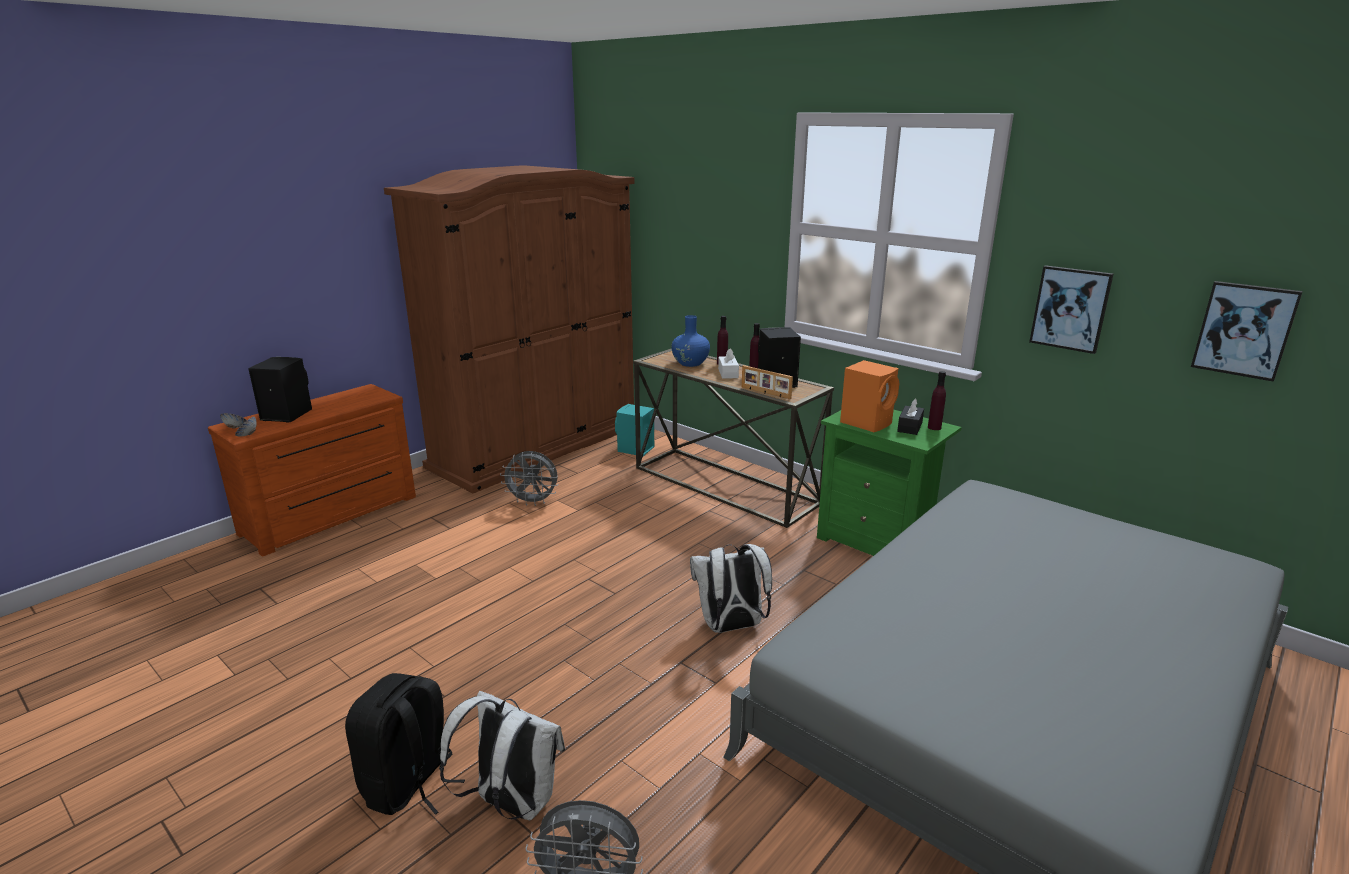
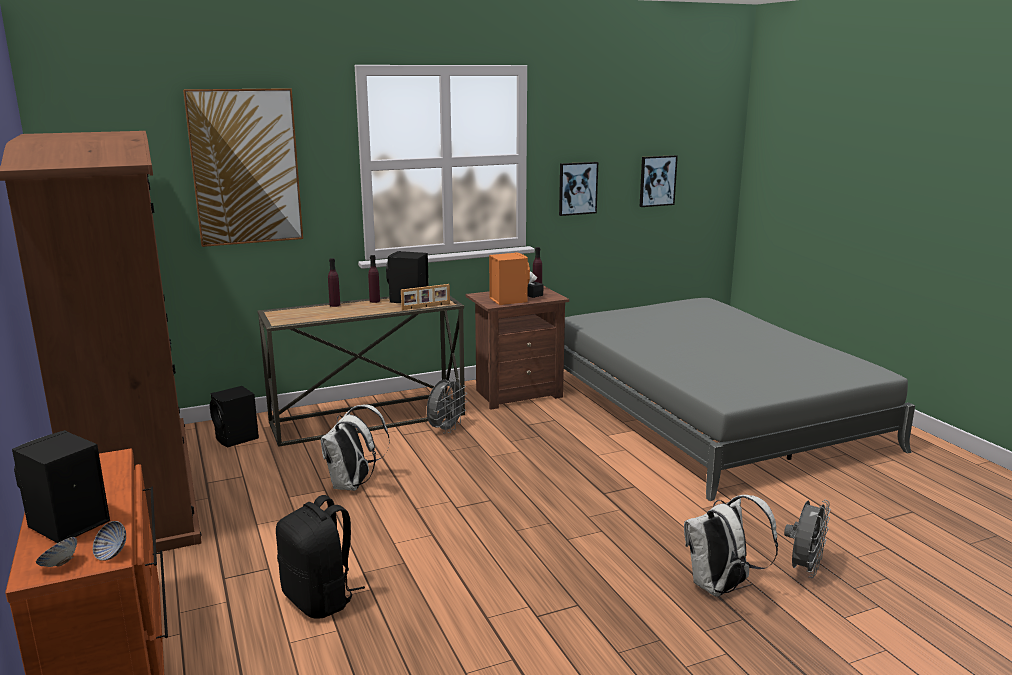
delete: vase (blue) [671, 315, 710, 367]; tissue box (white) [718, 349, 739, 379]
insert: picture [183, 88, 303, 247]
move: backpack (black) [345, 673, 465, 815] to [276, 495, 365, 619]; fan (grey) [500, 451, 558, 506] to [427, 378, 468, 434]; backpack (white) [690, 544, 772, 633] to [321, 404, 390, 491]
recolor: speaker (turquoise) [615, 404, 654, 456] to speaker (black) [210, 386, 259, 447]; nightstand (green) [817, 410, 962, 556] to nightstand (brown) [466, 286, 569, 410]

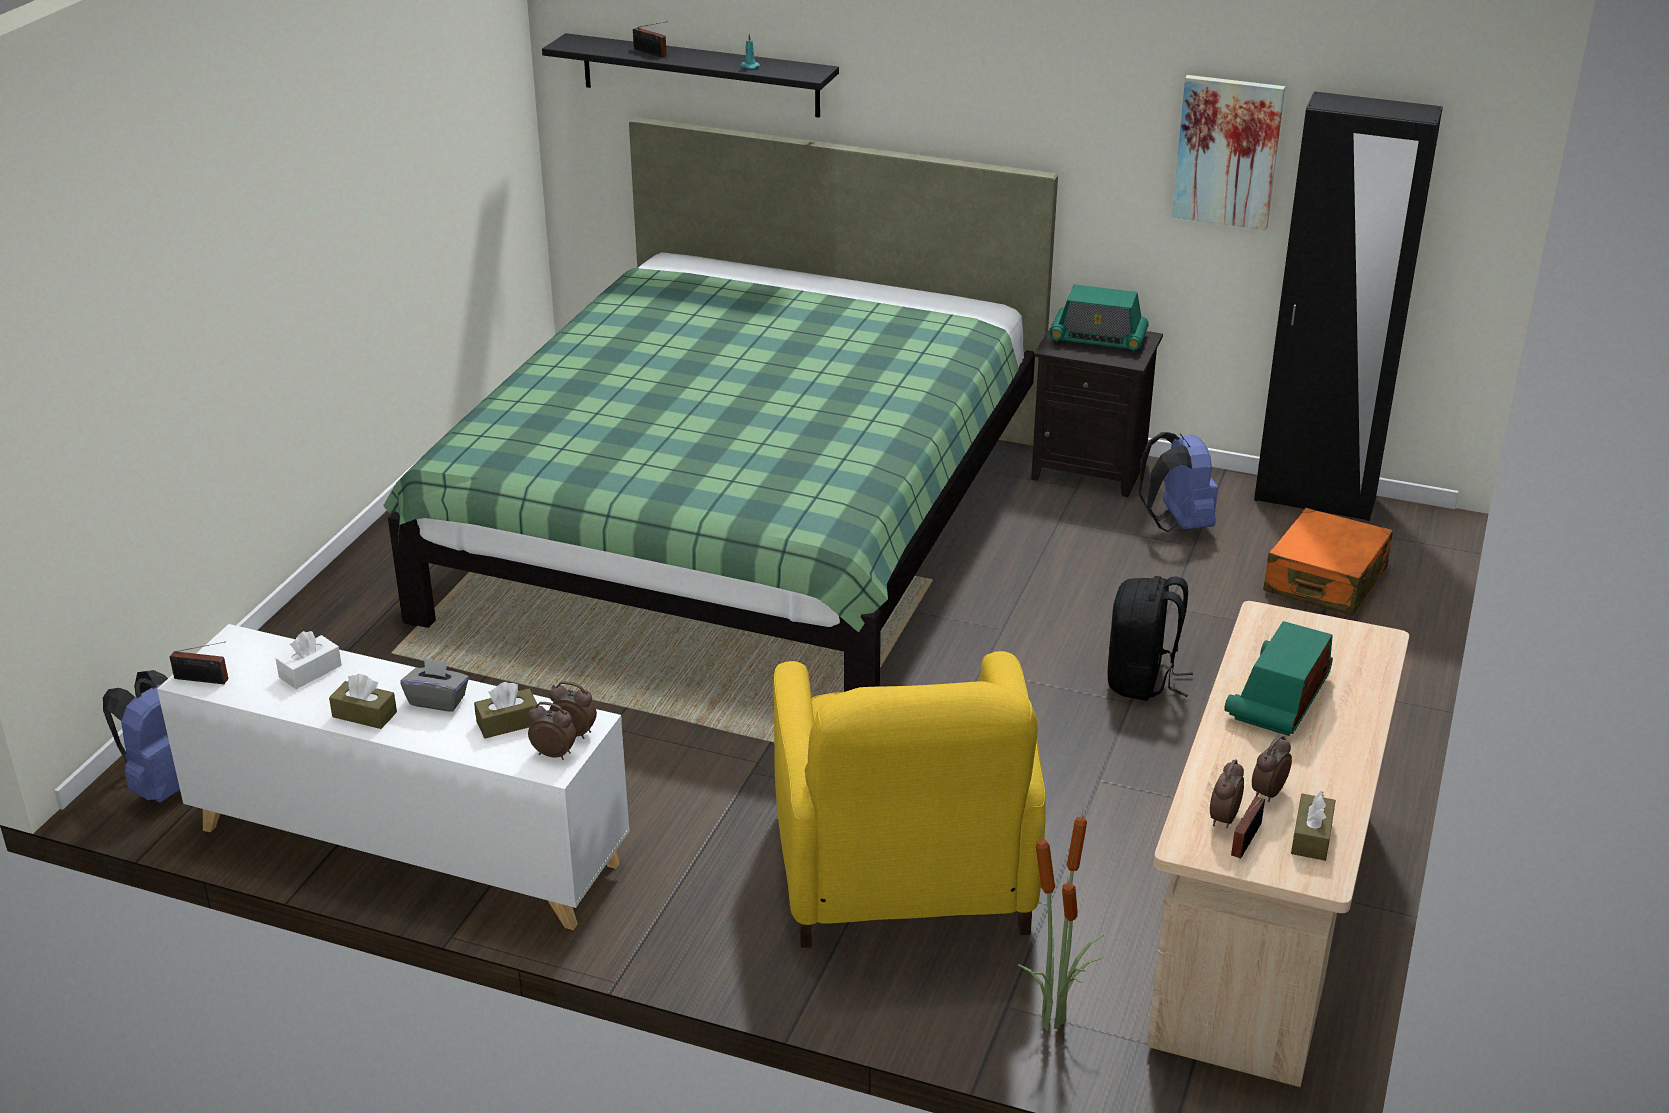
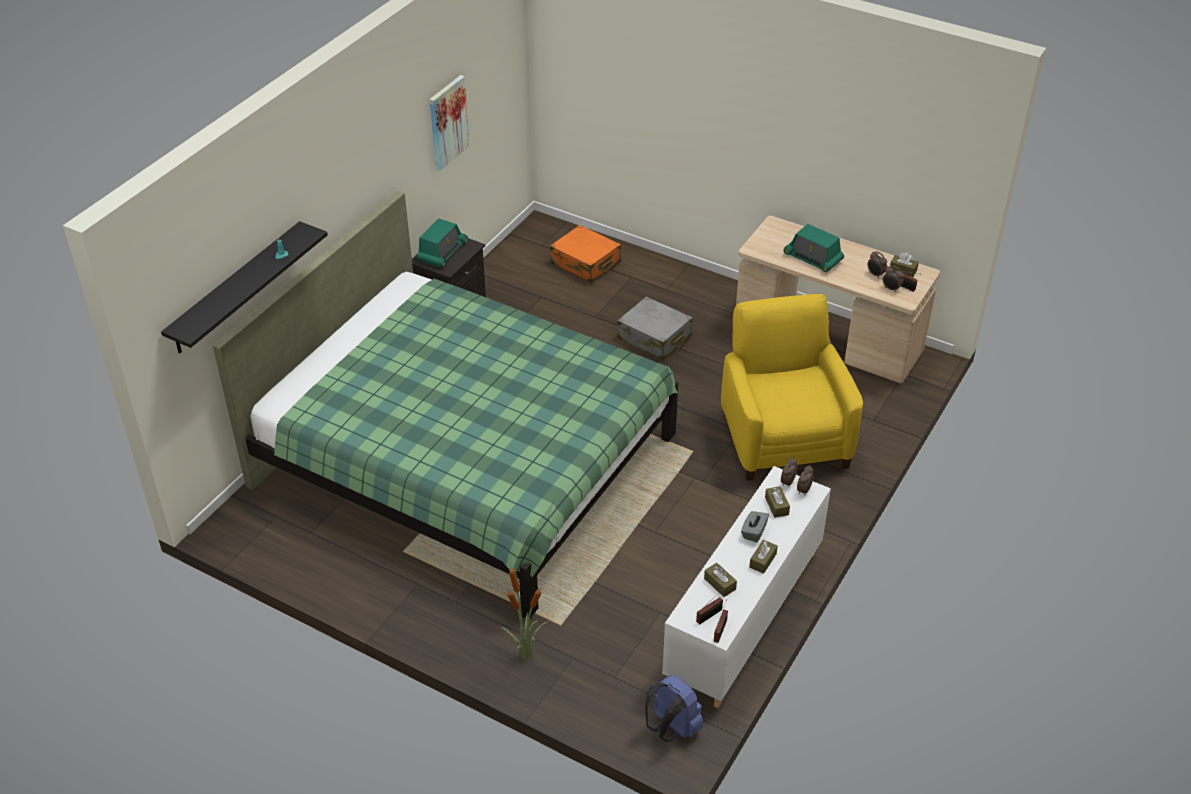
delete: backpack (blue) [1139, 432, 1218, 532]; wardrobe (black) [1254, 91, 1443, 521]
move: radio [633, 21, 667, 58] to [696, 592, 723, 625]; potted plant [1018, 805, 1104, 1031] to [500, 565, 549, 660]
replace: backpack (black) [1107, 576, 1193, 701] to suitcase (grey) [617, 296, 693, 360]
recolor: tissue box (white) [276, 631, 342, 689] to tissue box (brown) [704, 563, 737, 597]
rotate: armchair (yellow) [773, 651, 1046, 948] = [721, 294, 863, 481] 105 degrees counterclockwise

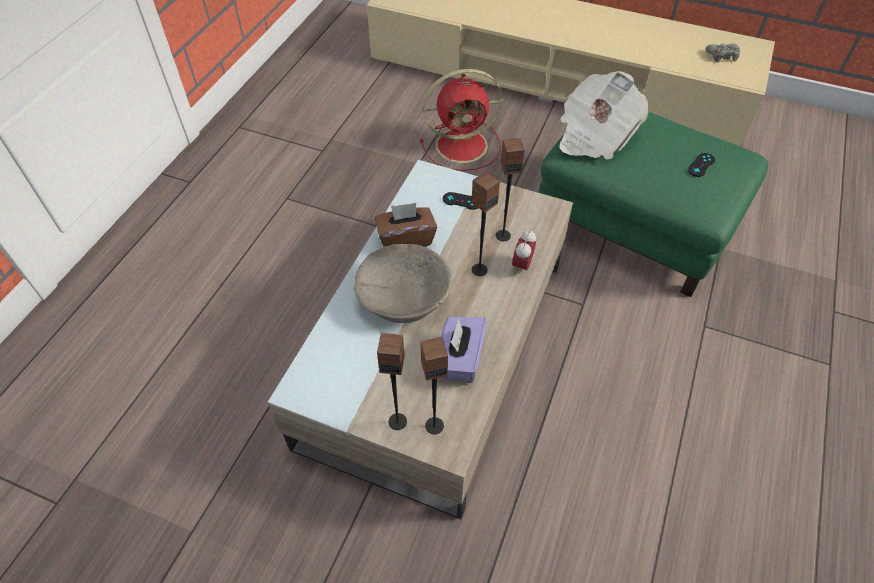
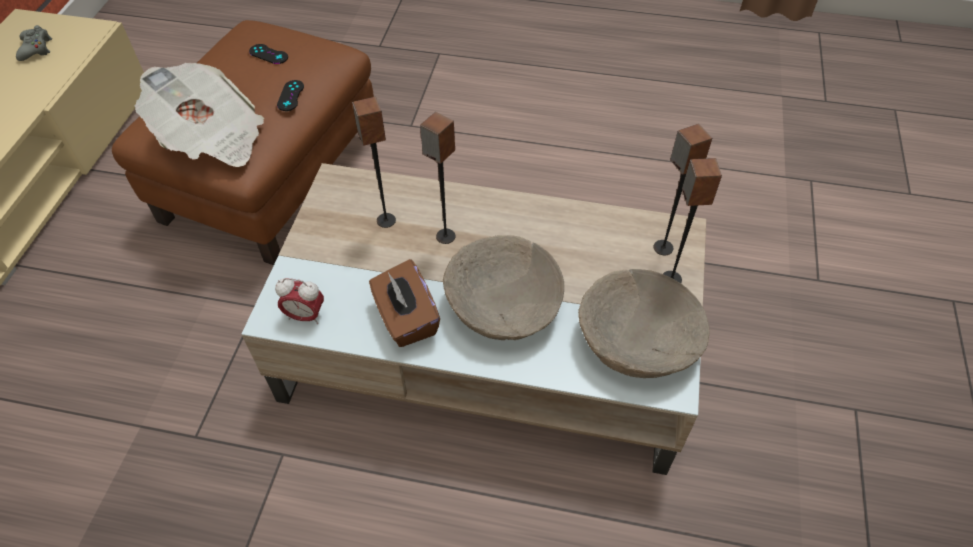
delete: fan (red) [420, 69, 503, 171]; tissue box (purple) [441, 317, 486, 383]
insert: bowl (beige) [578, 269, 709, 378]
move: game controller (black) [443, 192, 478, 210] to [277, 80, 304, 111]; alarm clock [512, 230, 536, 273] to [275, 278, 324, 324]
recolor: ottoman (green) [539, 112, 768, 297] to ottoman (brown) [112, 20, 374, 265]

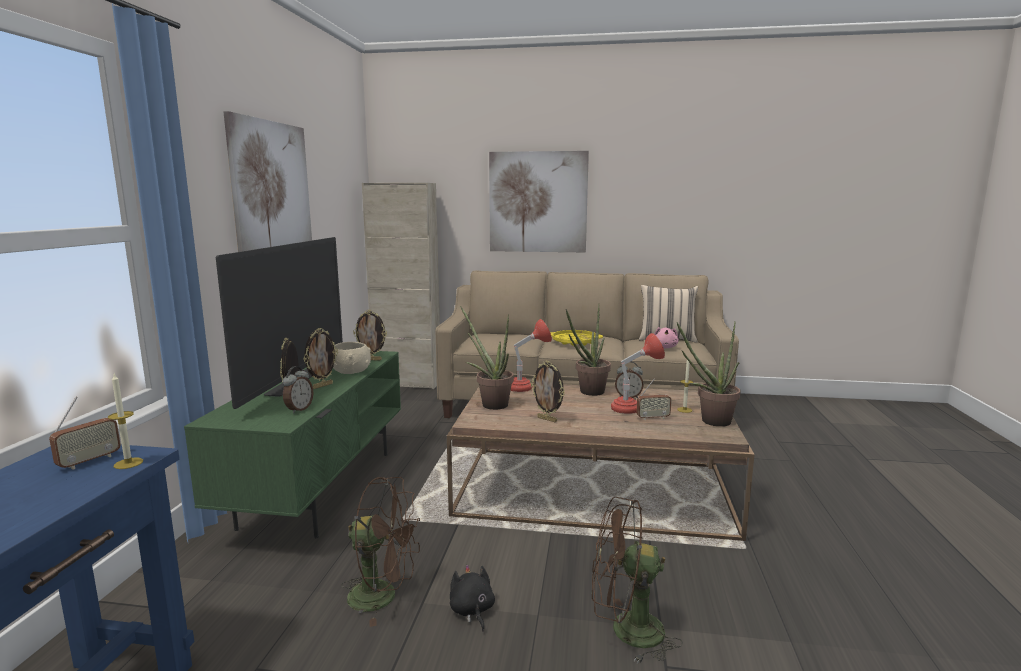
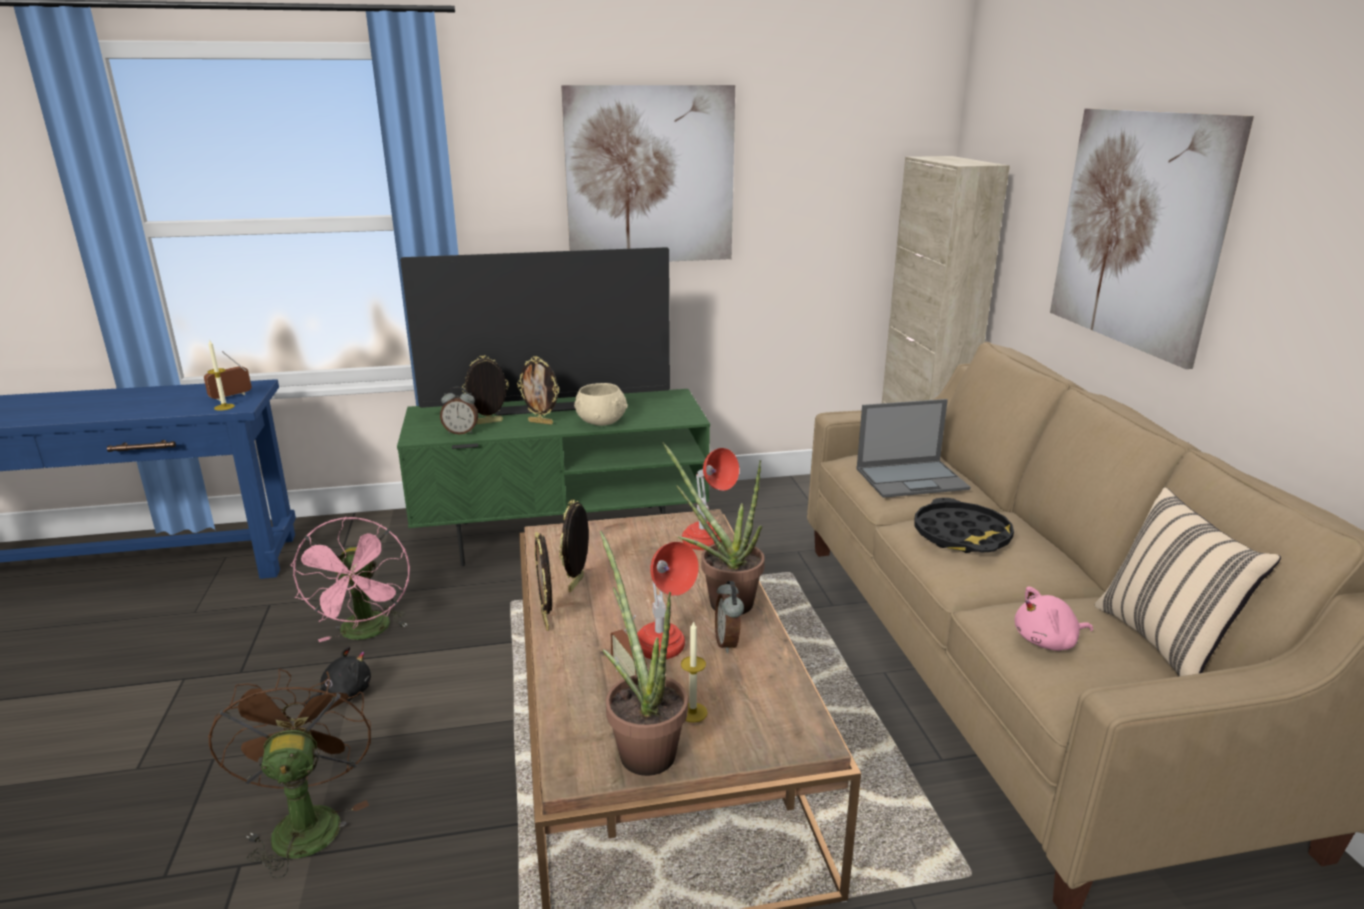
delete: potted plant [460, 306, 514, 410]
insert: laptop [856, 399, 971, 498]
move: picture frame [353, 310, 387, 360] to [535, 532, 552, 631]
recolor: fan (brown) [341, 477, 420, 627] to fan (pink) [290, 517, 410, 642]; tray (yellow) [550, 330, 603, 346] to tray (black) [914, 498, 1014, 553]
rotate: radio [49, 397, 121, 470] = [204, 351, 252, 401] 120 degrees clockwise

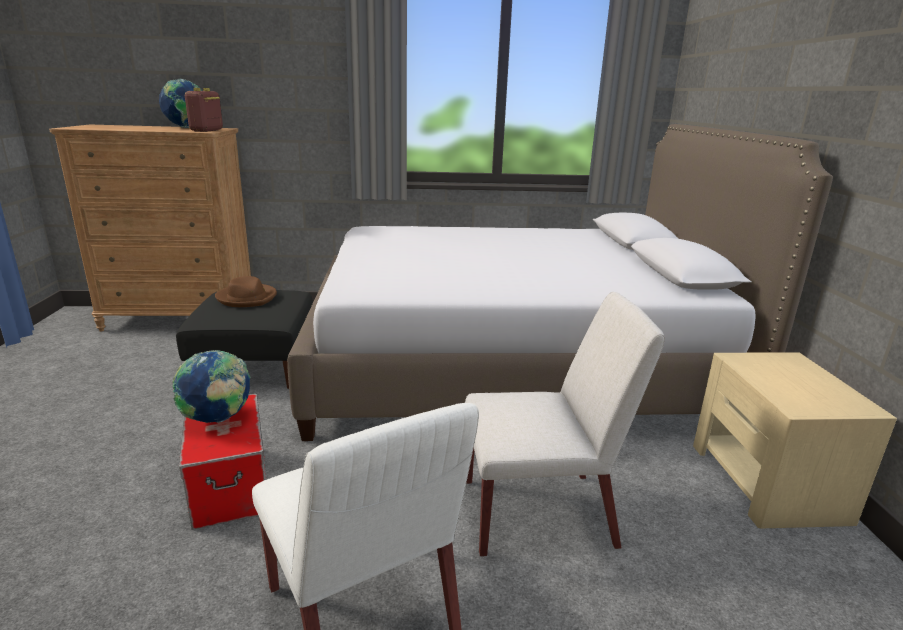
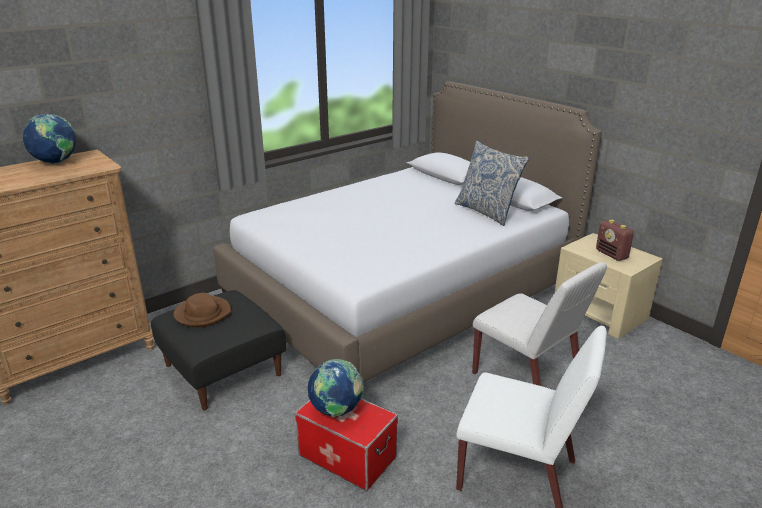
insert: pillow [455, 141, 529, 226]
move: radio [185, 88, 223, 132] to [596, 220, 634, 261]
rotate: chair (white) [465, 292, 665, 557] = [472, 262, 607, 386] 90 degrees clockwise

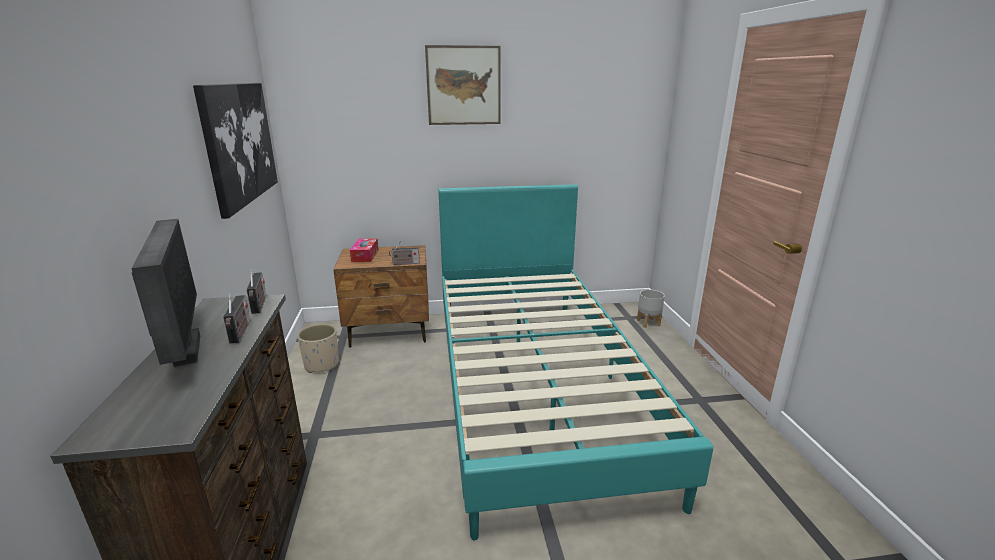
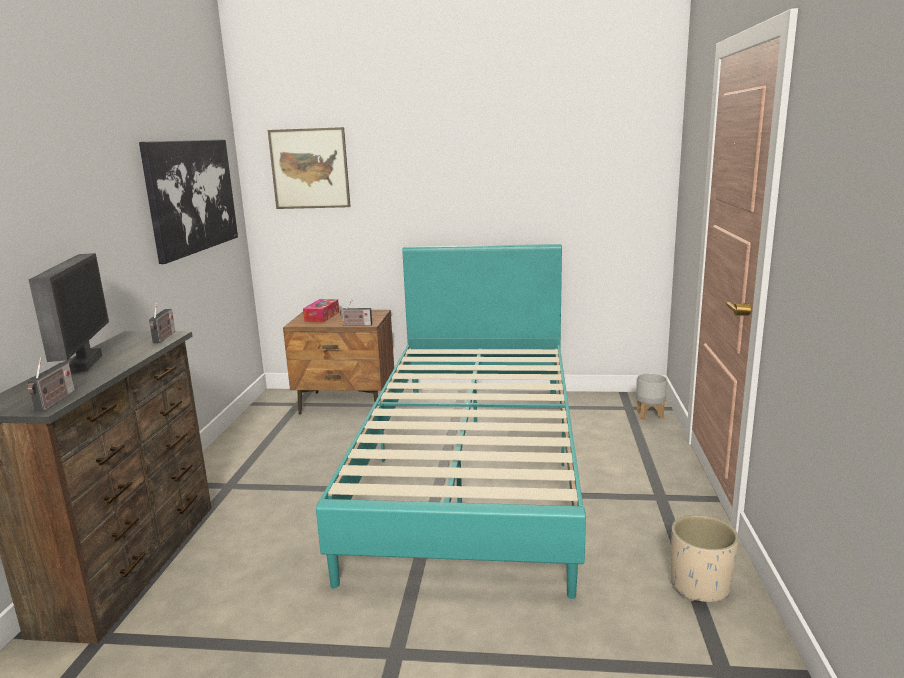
move: radio [223, 293, 250, 344] to [28, 357, 75, 411]; planter (beige) [297, 324, 339, 373] to [671, 515, 739, 602]; picture [425, 45, 501, 125] to [268, 127, 351, 209]

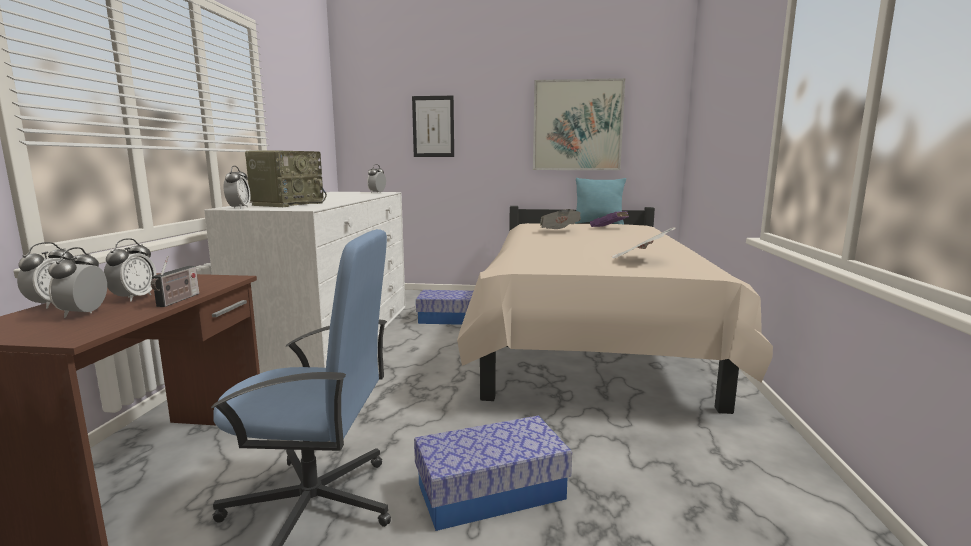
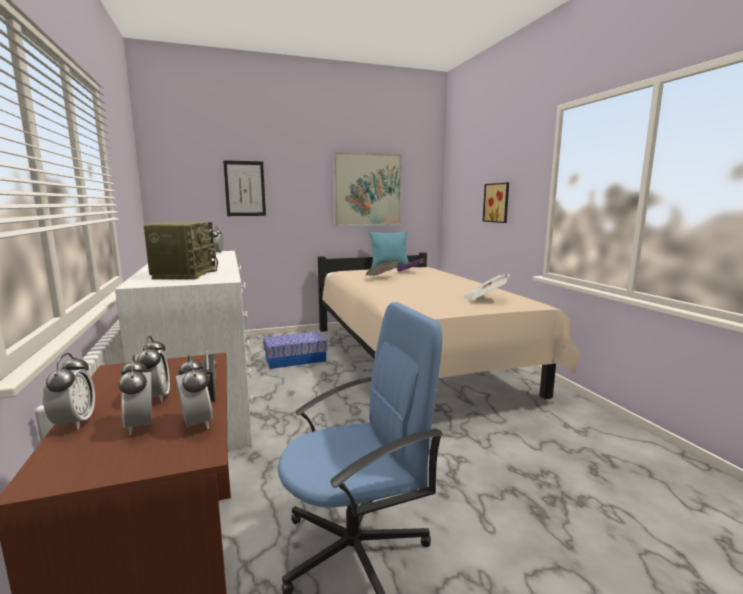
delete: storage box [414, 415, 572, 531]
insert: picture [483, 183, 509, 223]
move: alarm clock [223, 166, 251, 209] to [175, 355, 213, 429]

